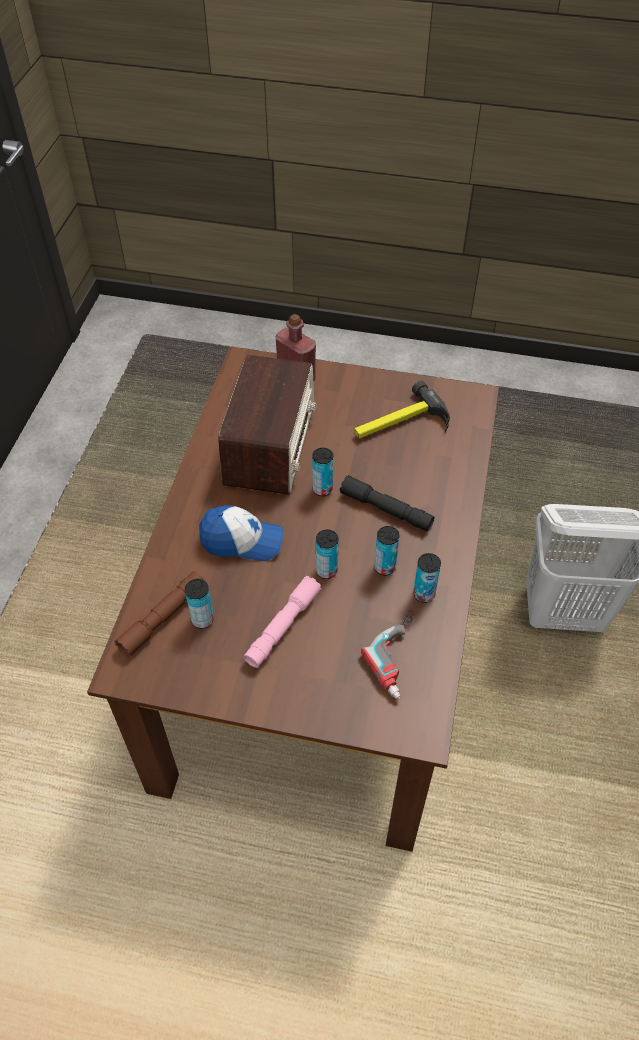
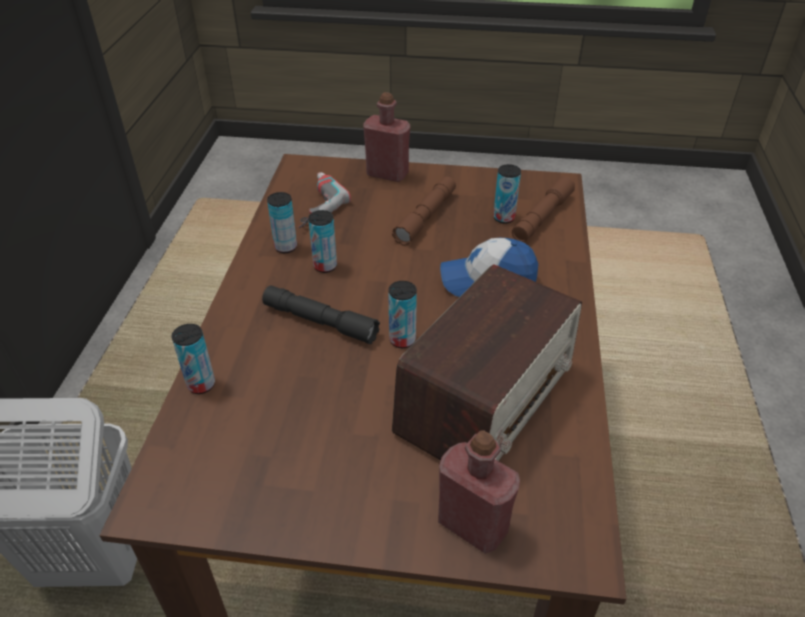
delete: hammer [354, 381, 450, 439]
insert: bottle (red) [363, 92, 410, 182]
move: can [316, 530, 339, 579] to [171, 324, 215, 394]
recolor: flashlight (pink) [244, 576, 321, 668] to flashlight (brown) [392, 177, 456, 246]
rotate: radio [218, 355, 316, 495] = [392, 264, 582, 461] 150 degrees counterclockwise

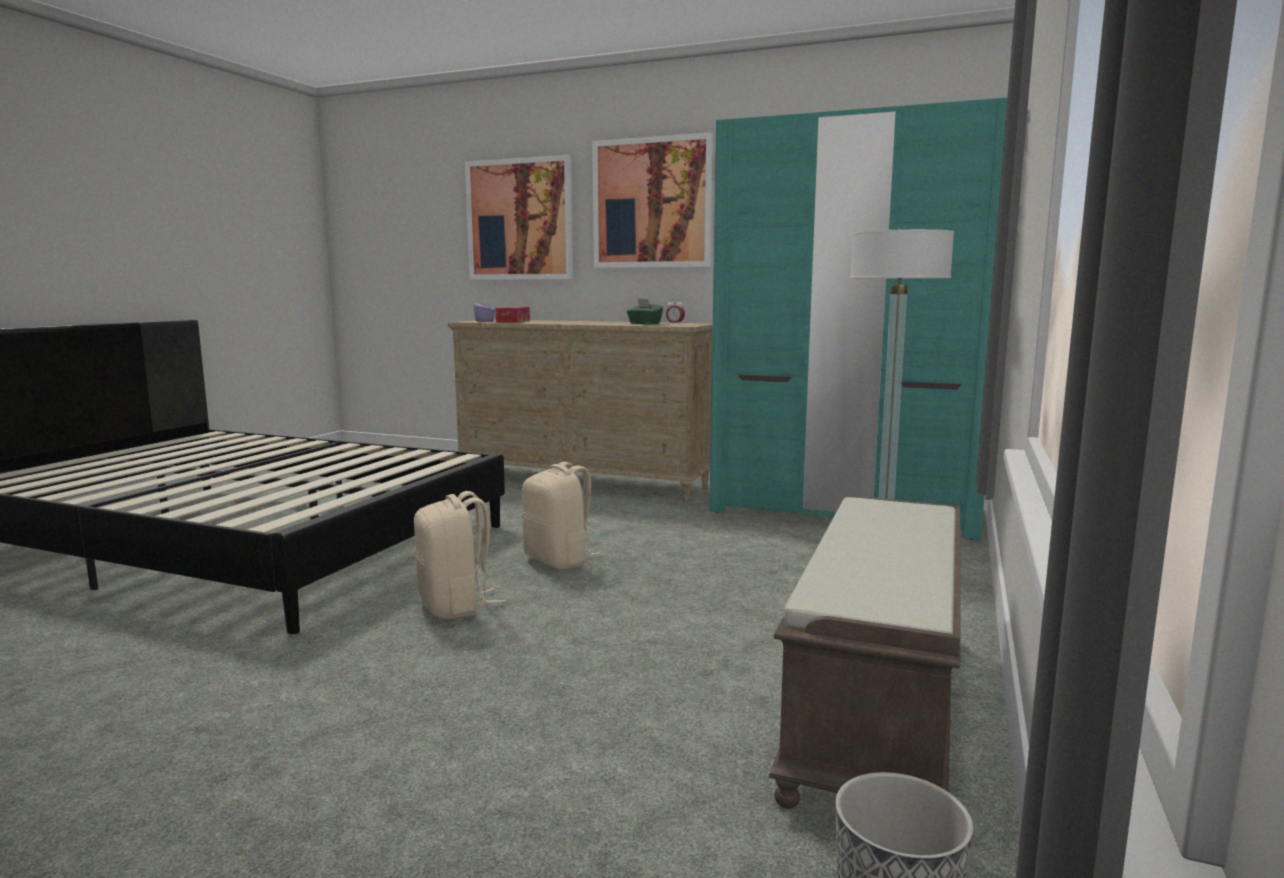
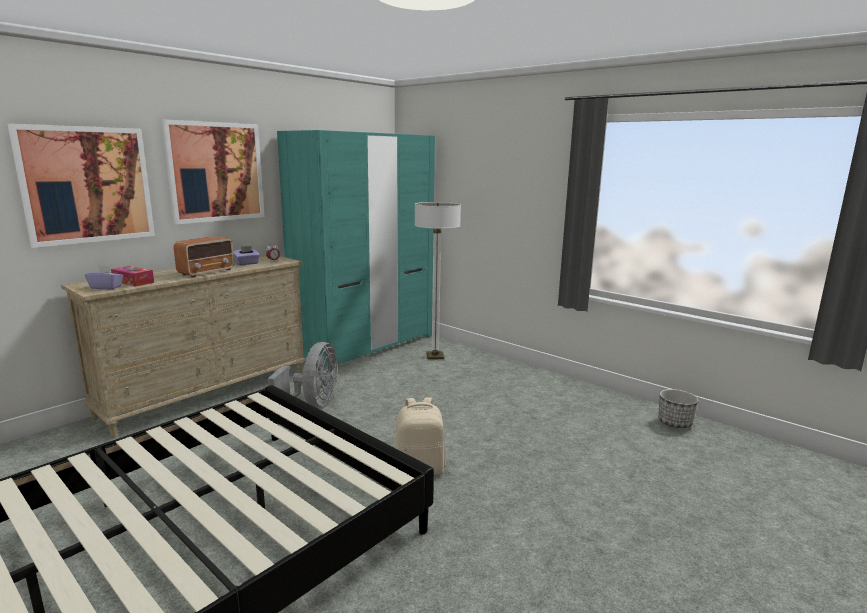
delete: backpack (beige) [522, 461, 601, 570]; bench (brown) [769, 497, 960, 809]
insert: radio [174, 236, 235, 277]; fan (grey) [268, 342, 337, 407]
recolor: tissue box (green) [627, 298, 663, 324] to tissue box (purple) [234, 246, 260, 265]

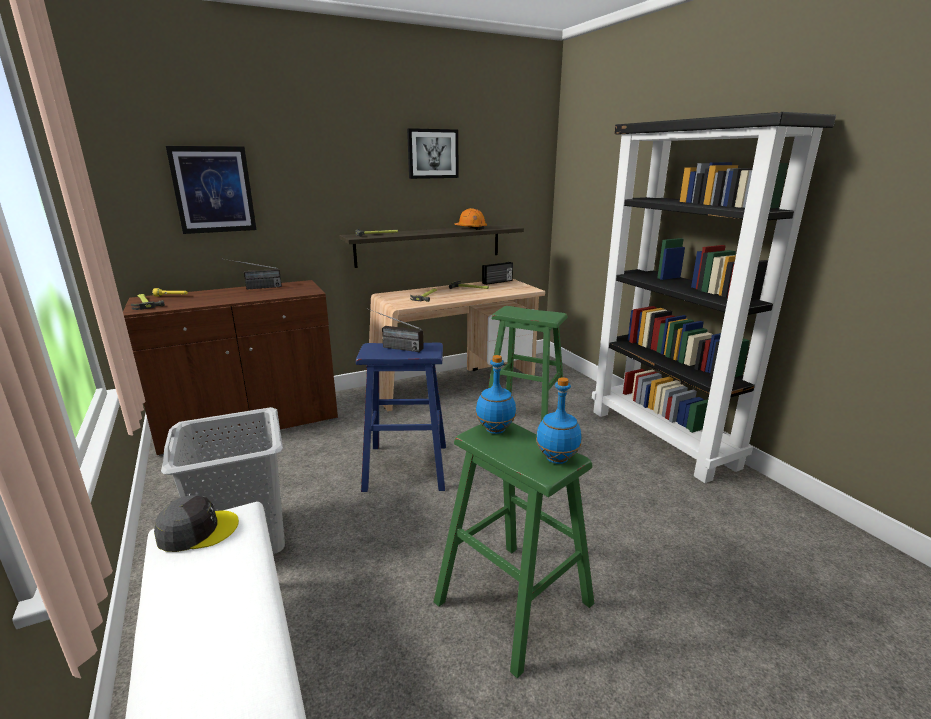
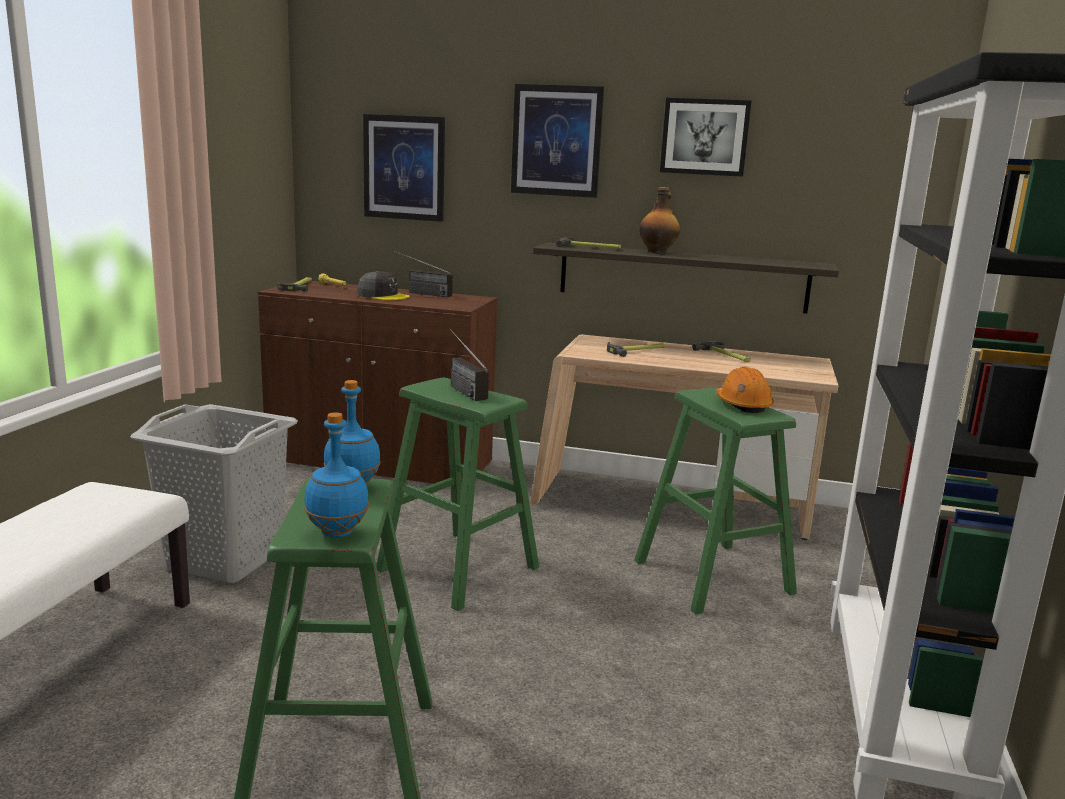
delete: radio [482, 262, 513, 285]
insert: picture [511, 84, 604, 198]; bottle [639, 187, 680, 254]
move: cap (grey) [154, 496, 239, 552] to [357, 271, 410, 300]; hard hat (orange) [454, 208, 487, 230] to [716, 367, 774, 413]
recolor: stool (blue) [356, 343, 446, 492] to stool (green) [376, 378, 539, 611]

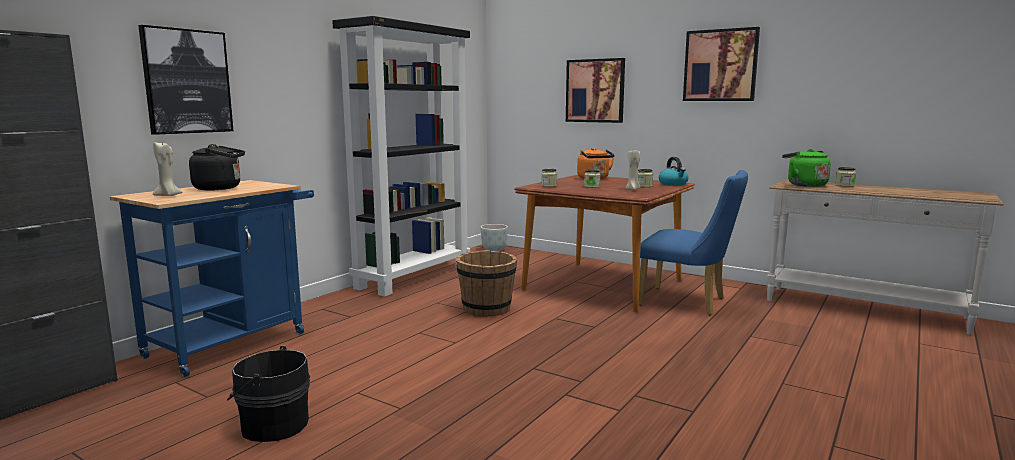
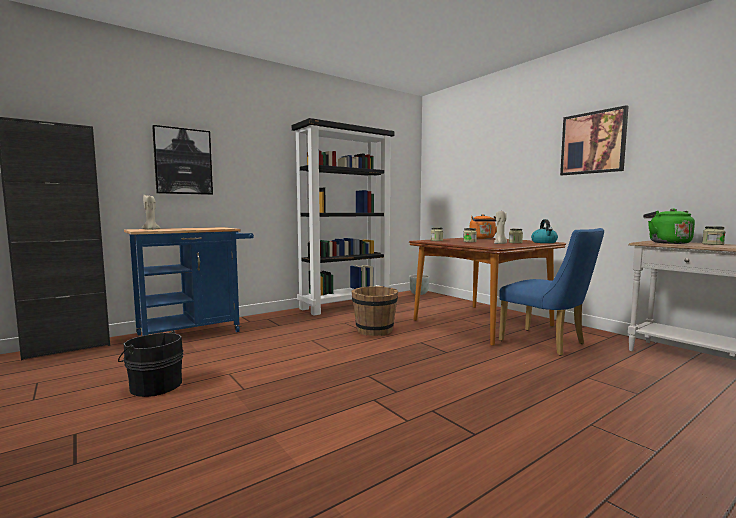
delete: kettle (black) [189, 144, 245, 190]; picture [566, 58, 625, 123]

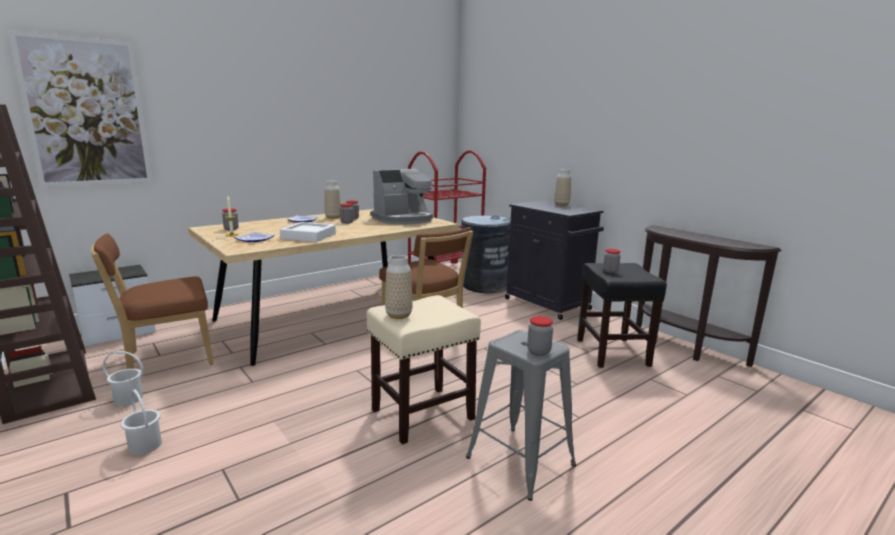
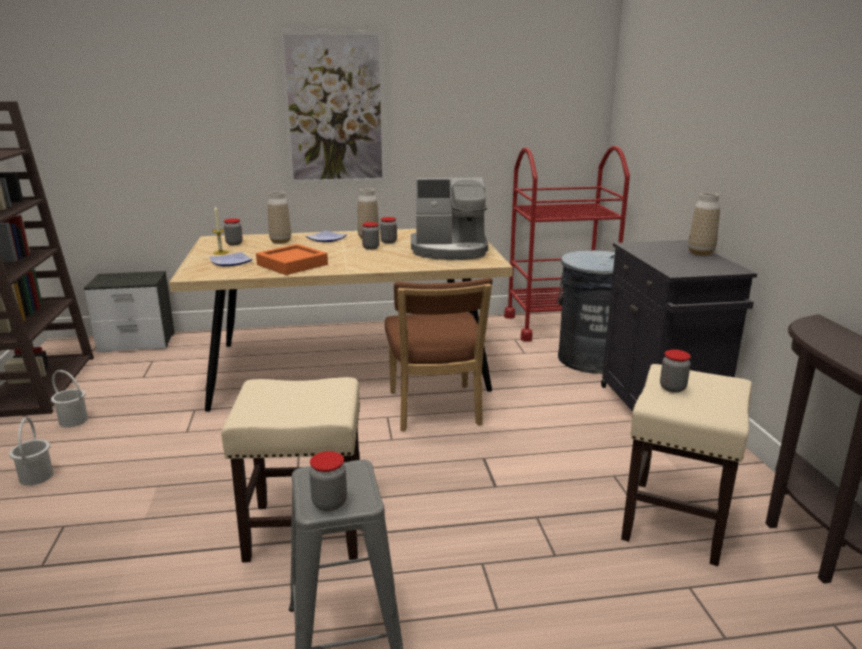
delete: chair (brown) [91, 233, 214, 369]
move: picture [8, 30, 152, 187] to [278, 30, 387, 184]; vase [385, 255, 413, 319] to [268, 191, 291, 244]
recolor: tray (white) [280, 222, 336, 242] to tray (orange) [256, 244, 328, 275]; stool (black) [577, 263, 667, 368] to stool (beige) [621, 364, 752, 566]

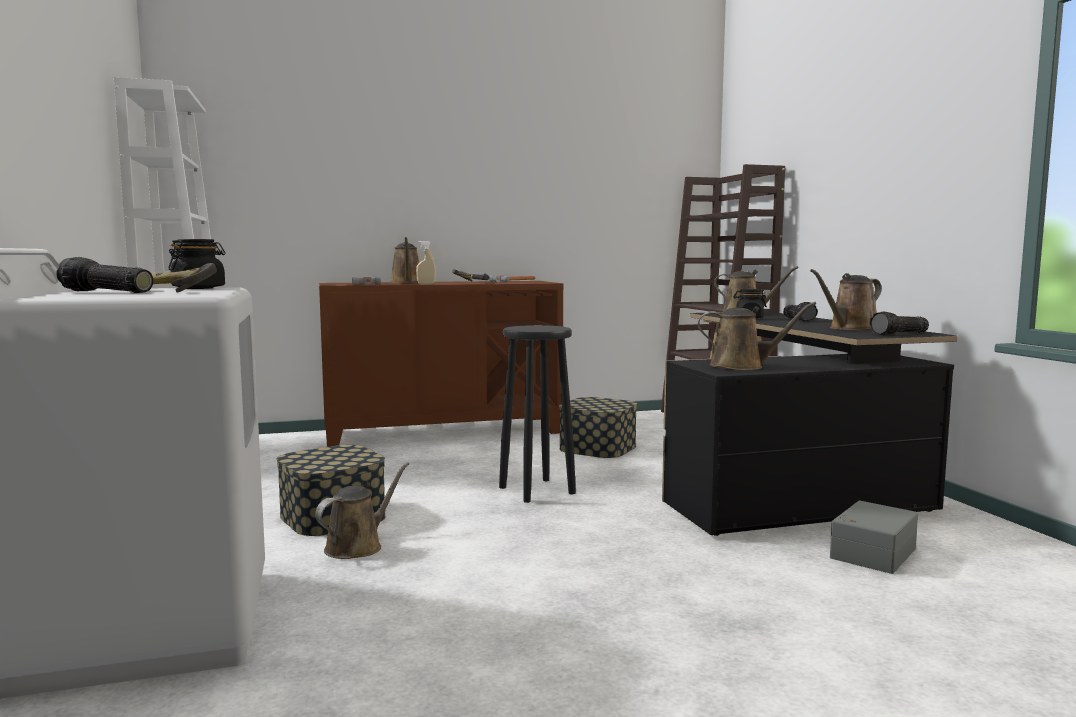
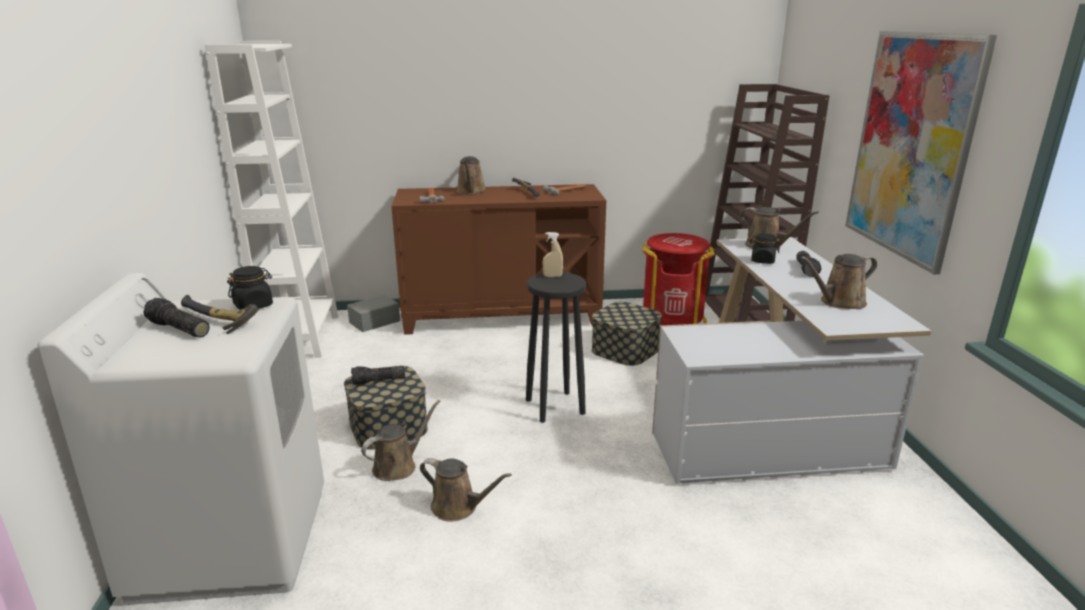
insert: trash can (red) [642, 233, 715, 325]; picture [845, 31, 997, 275]
move: spray bottle (beige) [416, 241, 436, 284] to [542, 232, 563, 277]; watering can (brown) [698, 302, 816, 370] to [420, 458, 512, 522]; storage box (grey) [830, 501, 918, 574] to [347, 295, 400, 332]; flashlight [869, 311, 929, 335] to [351, 366, 405, 385]
recolor: desk (black) [662, 311, 958, 536] to desk (white) [652, 237, 931, 484]

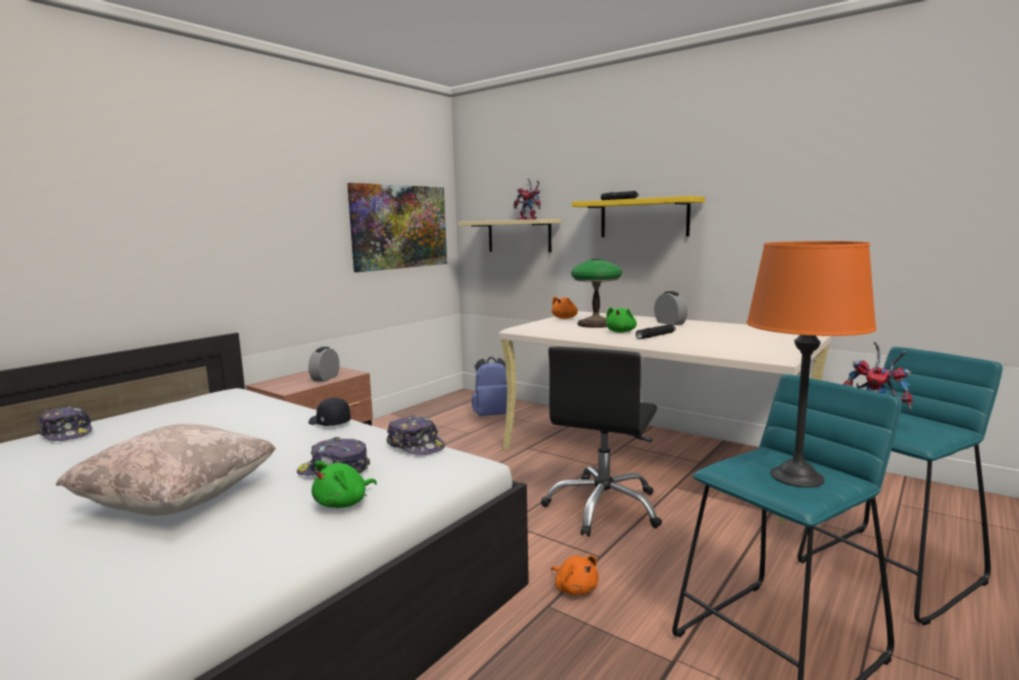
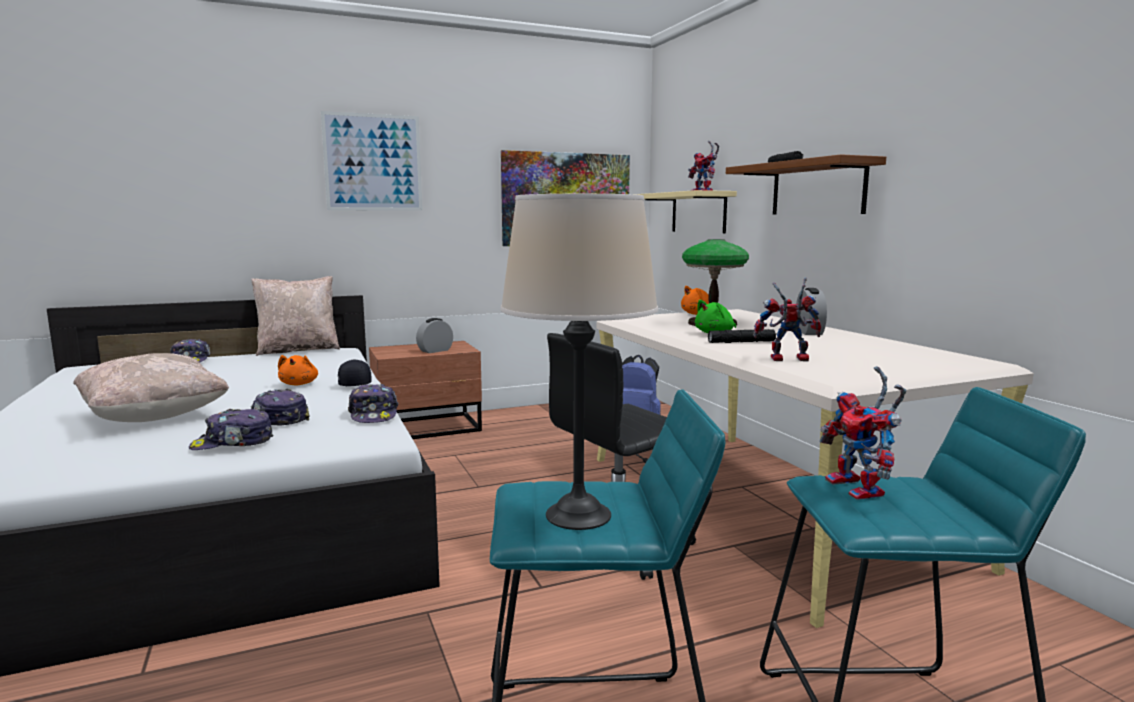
insert: pillow (beige) [251, 276, 340, 356]; picture [321, 111, 422, 211]; toy robot [753, 277, 821, 361]
move: plush toy (orange) [551, 556, 599, 596] to [278, 355, 318, 385]
replace: plush toy (green) [312, 461, 377, 508] to cap [189, 409, 273, 450]
recolor: shelf (yellow) [572, 196, 705, 237] to shelf (brown) [726, 155, 886, 214]; table lamp (orange) [747, 241, 877, 487] to table lamp (beige) [500, 194, 658, 530]

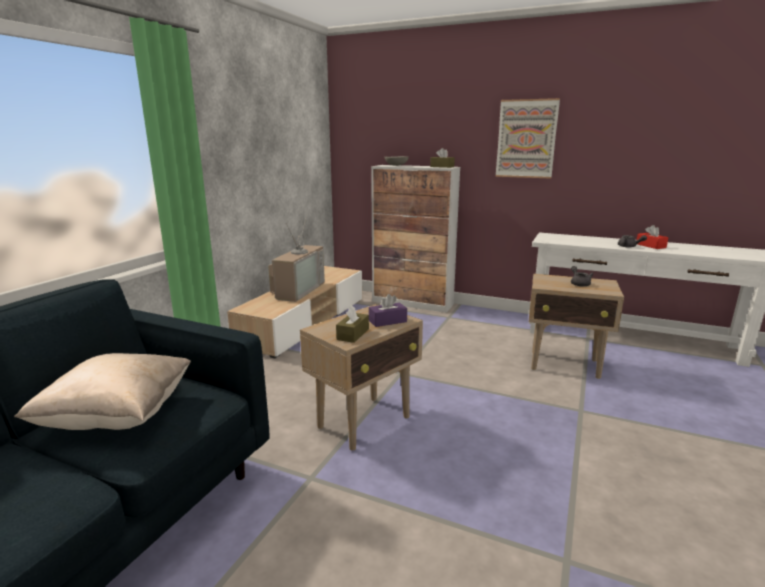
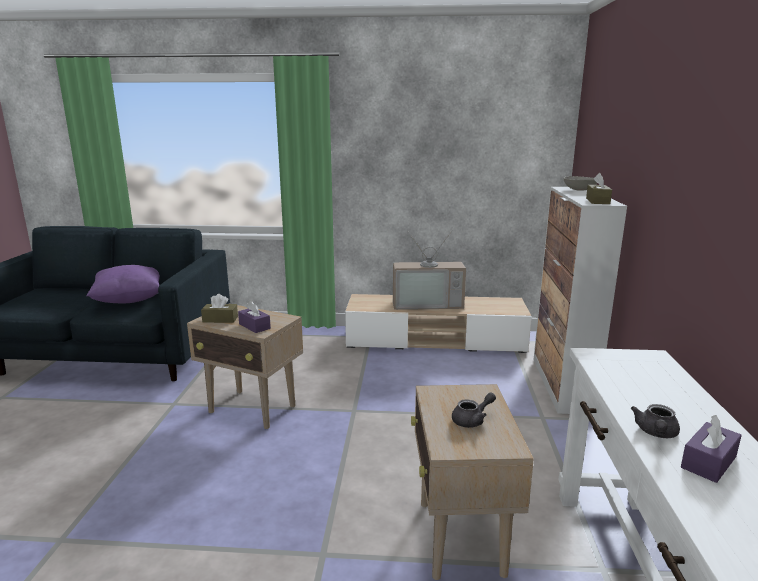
delete: picture [495, 98, 560, 179]
recolor: pillow (beige) [14, 353, 191, 430] to pillow (purple) [87, 265, 160, 303]; tissue box (red) [637, 225, 668, 249] to tissue box (purple) [681, 415, 742, 483]

